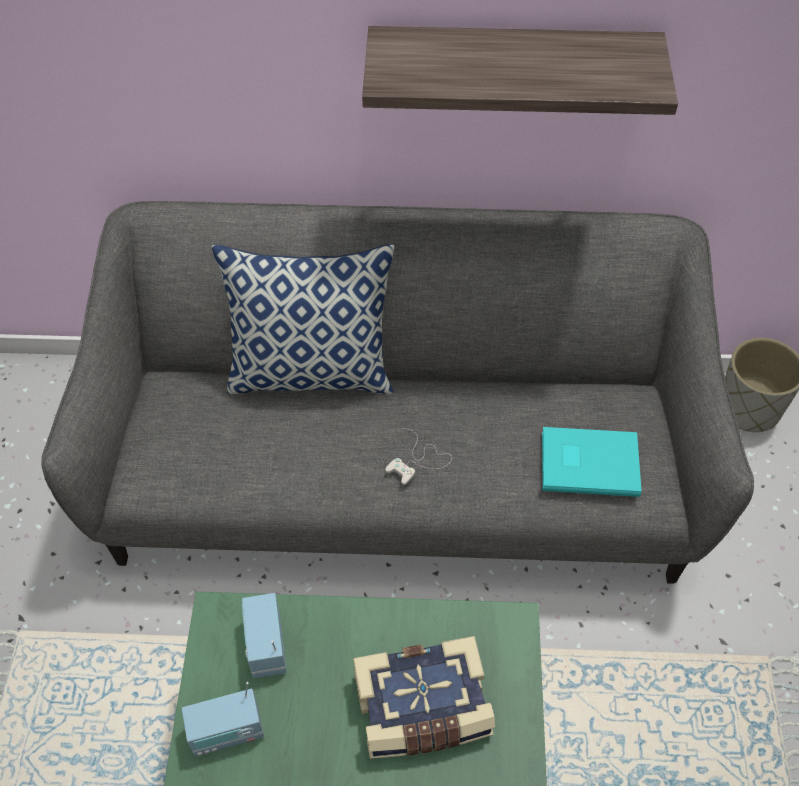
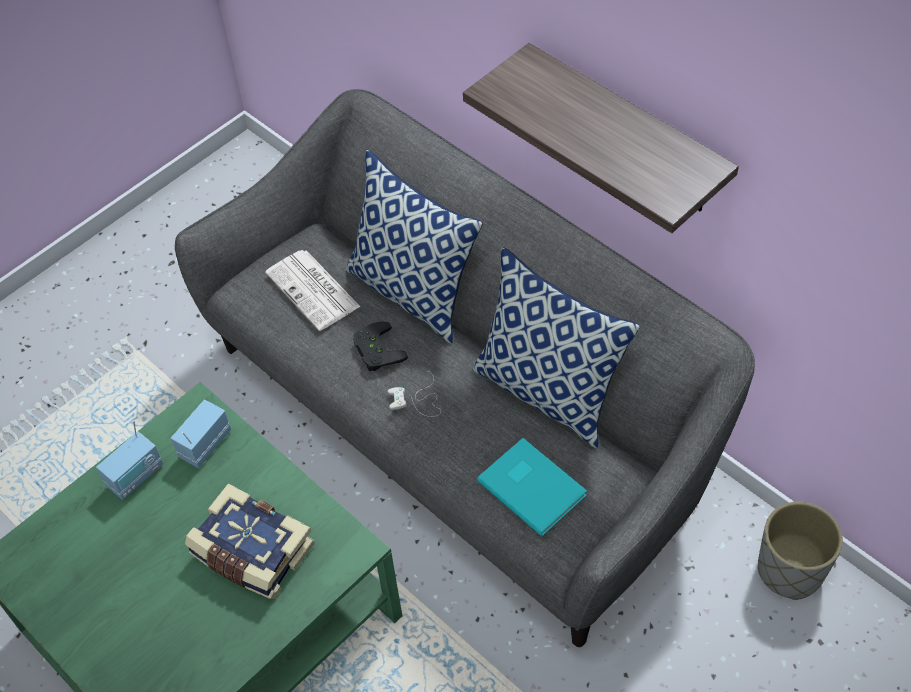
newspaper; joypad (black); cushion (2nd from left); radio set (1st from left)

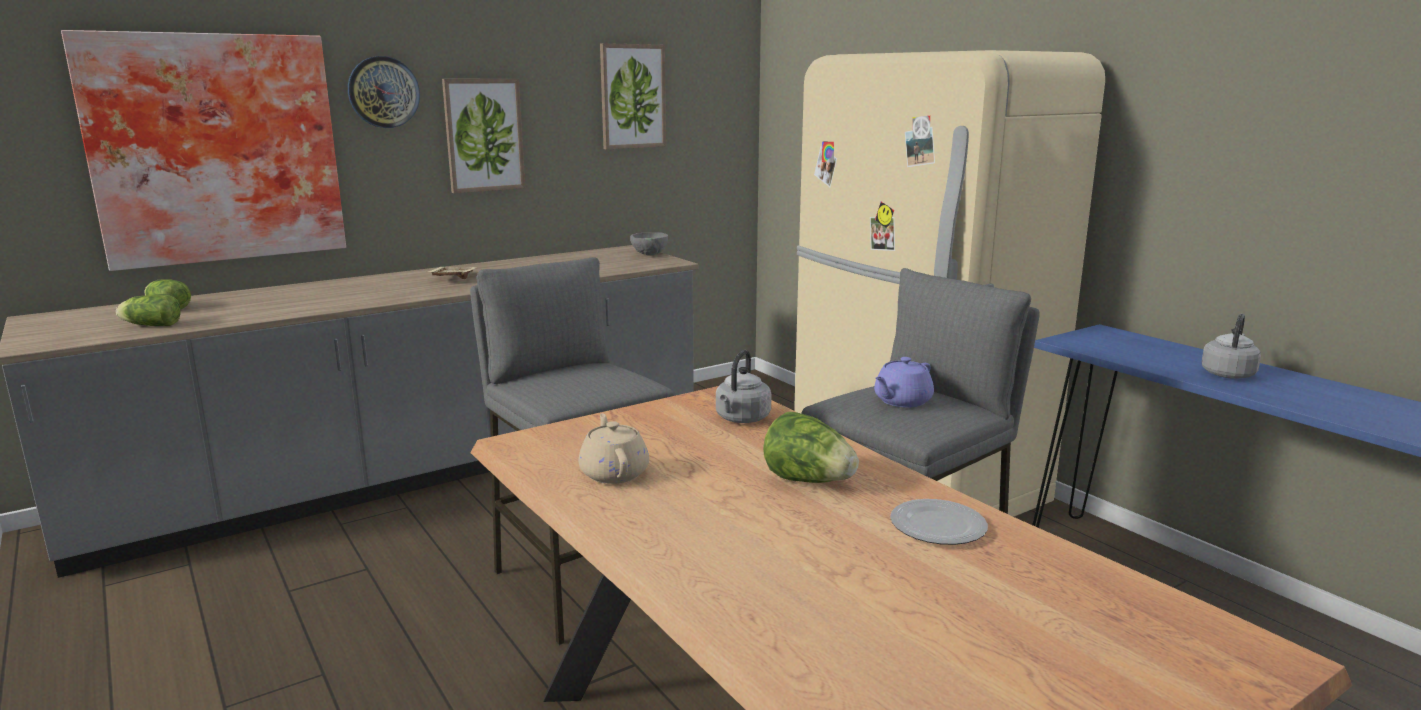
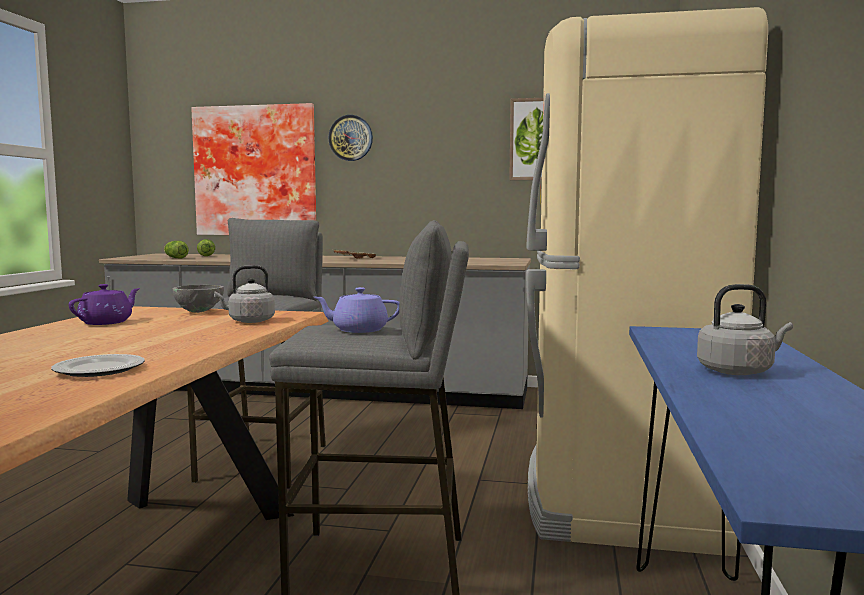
picture (2nd from left in the first image); head of lettuce (3rd from left in the first image); deep dish (gray); tea pot (purple) (1st from left)

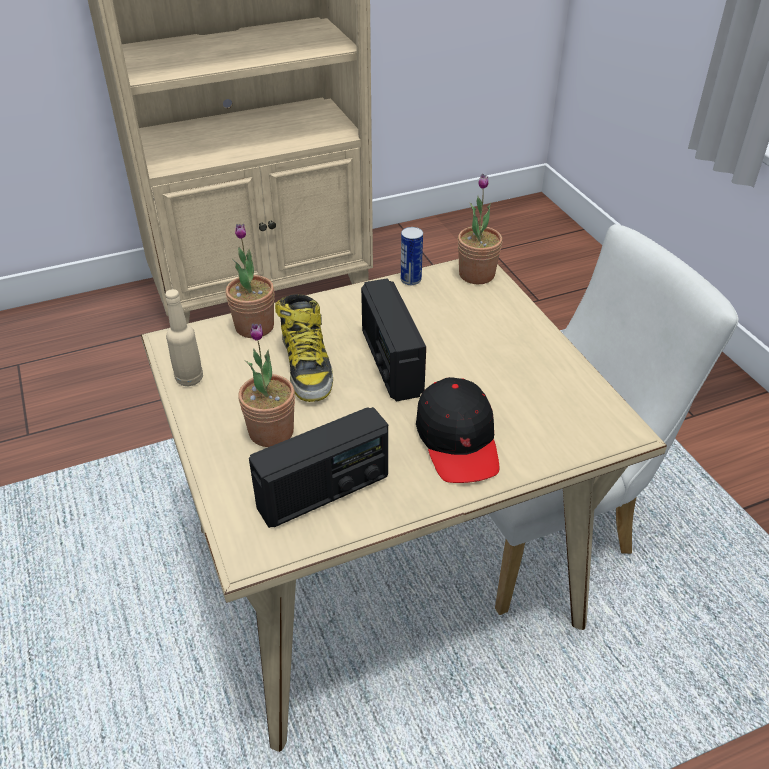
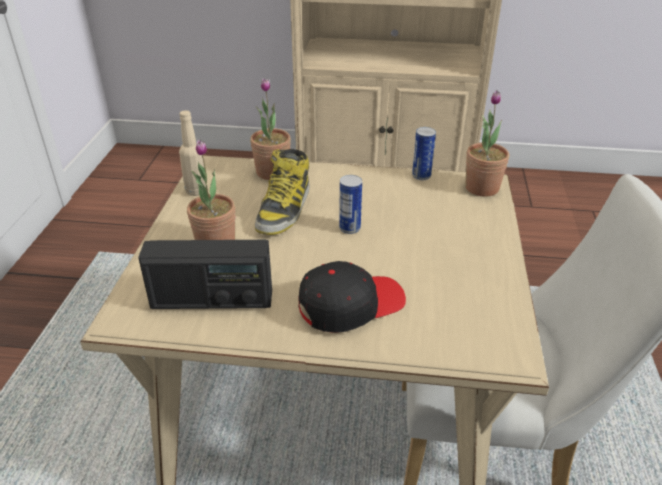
can (1st from left); peaked cap (black)

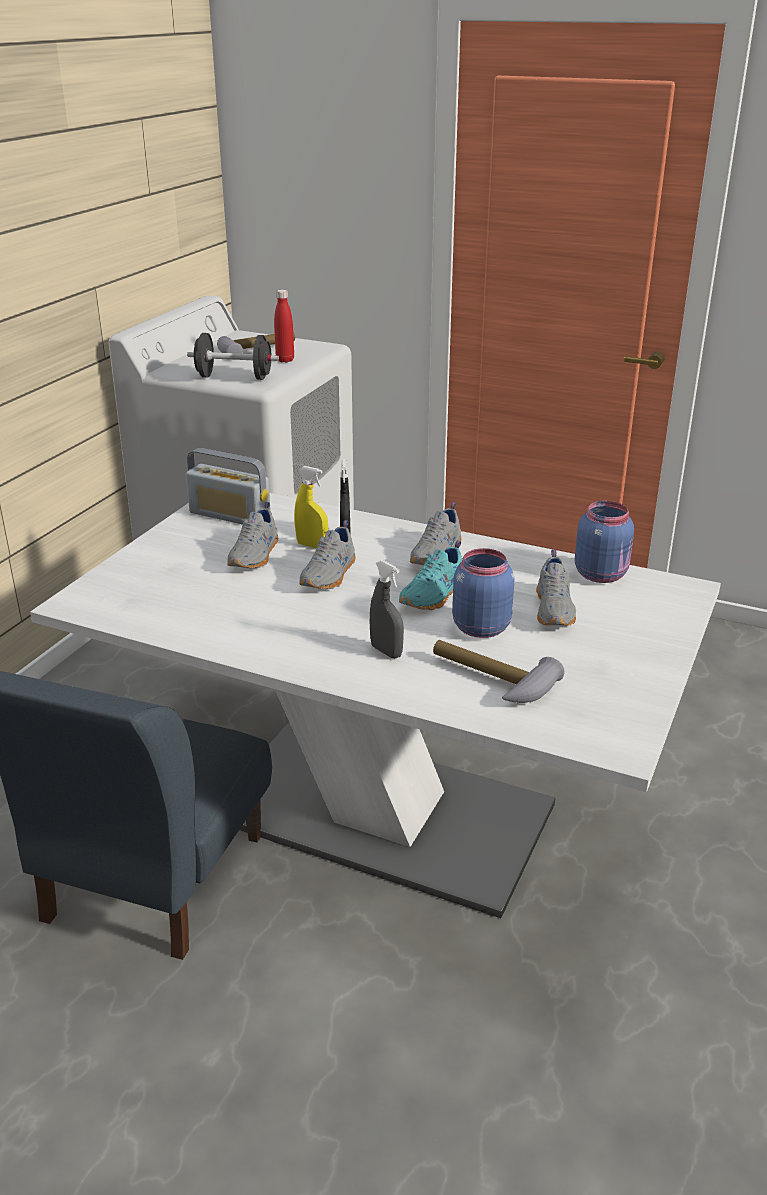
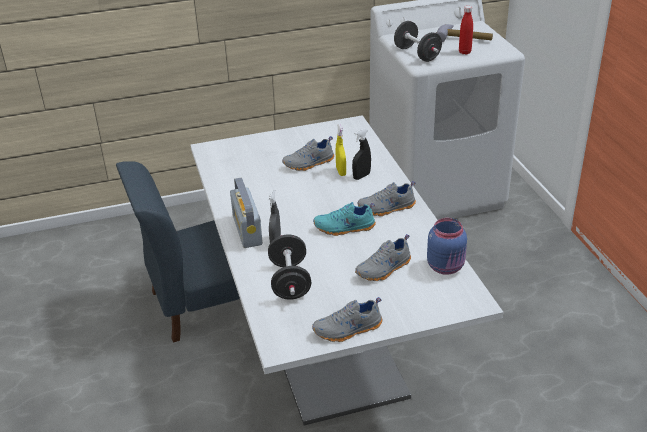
storage jar (bluish) (1st from left in the first image); radio set; item of footwear (gray) (2nd from left); free weight (black) (1st from left)

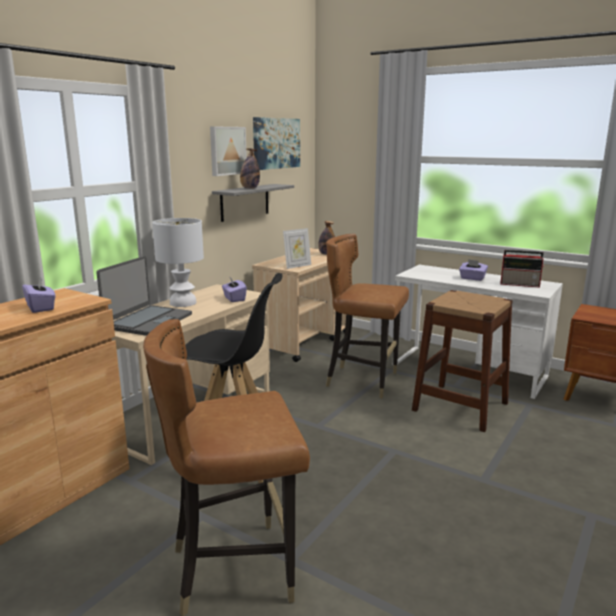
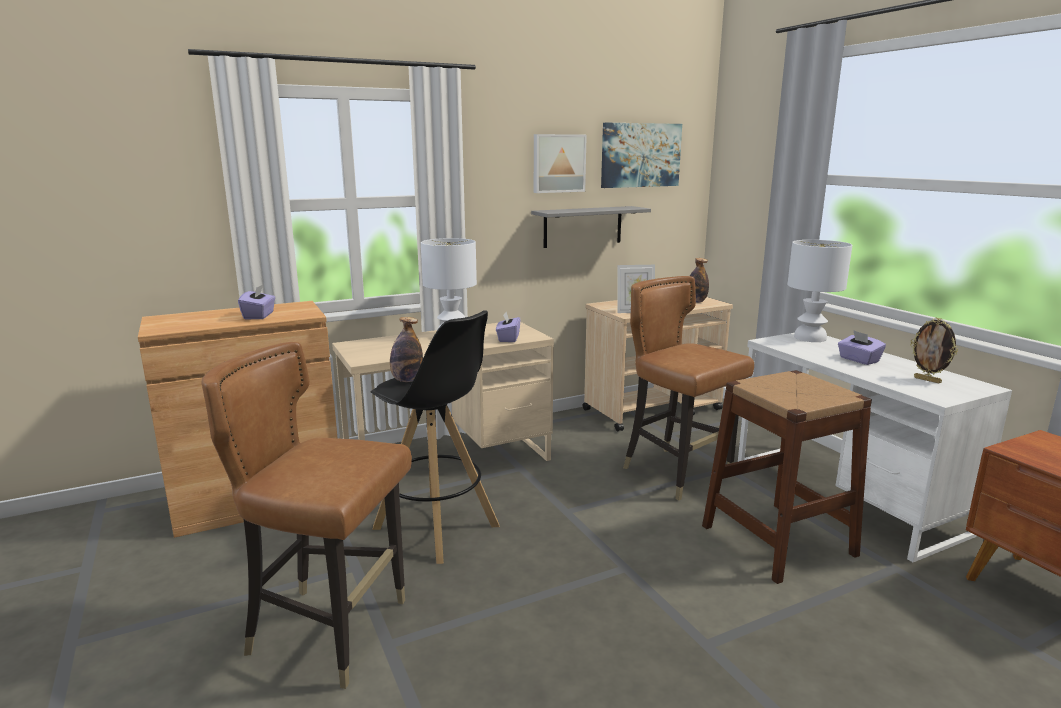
laptop; tabletop lamp (white) (2nd from left); drink bottle (1st from left); standing frame (2nd from left)

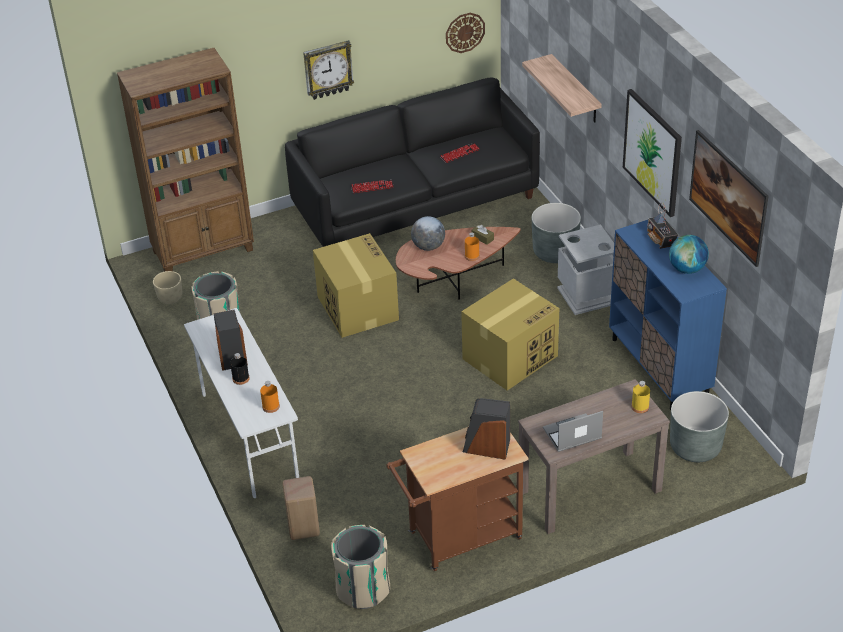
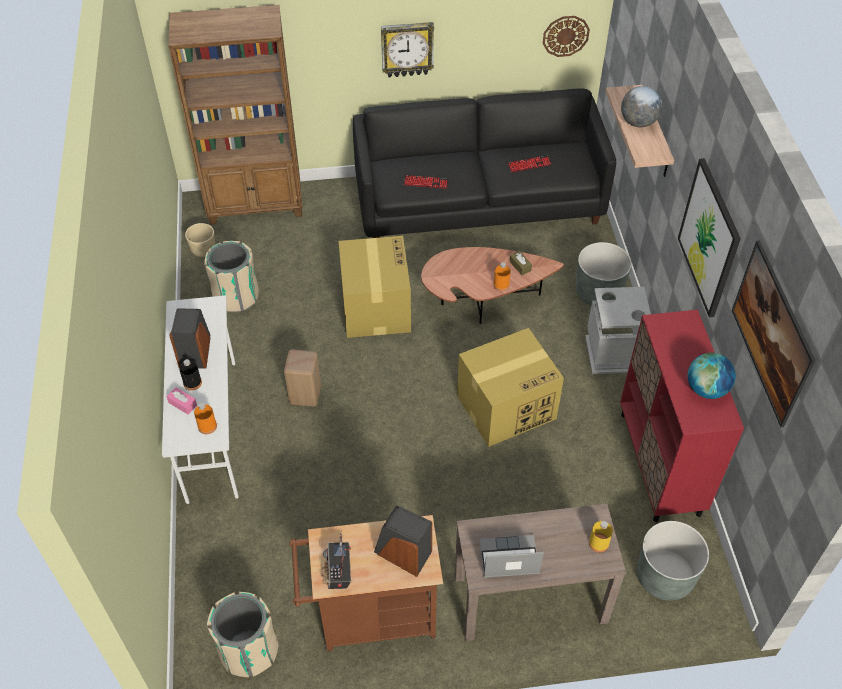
tissue holder (pink); stool (beige-coloured); world globe (1st from left); radio set; cupboard (red-coloured)

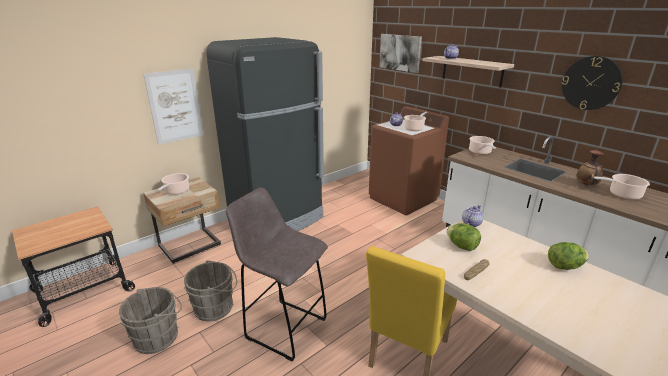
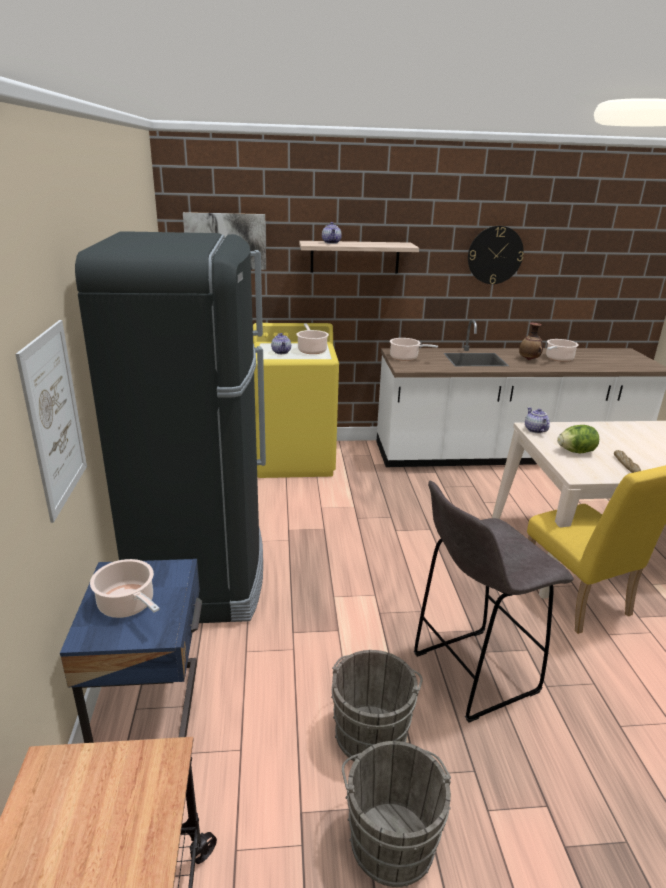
head of lettuce (2nd from left in the first image); nightstand (bluish); laundry appliance (yellowish)

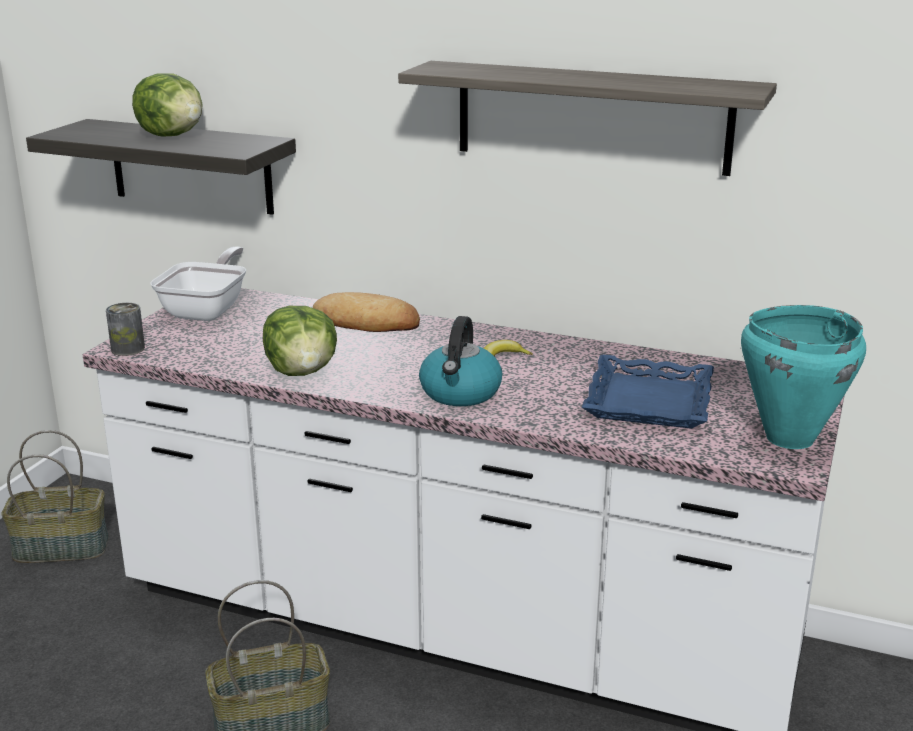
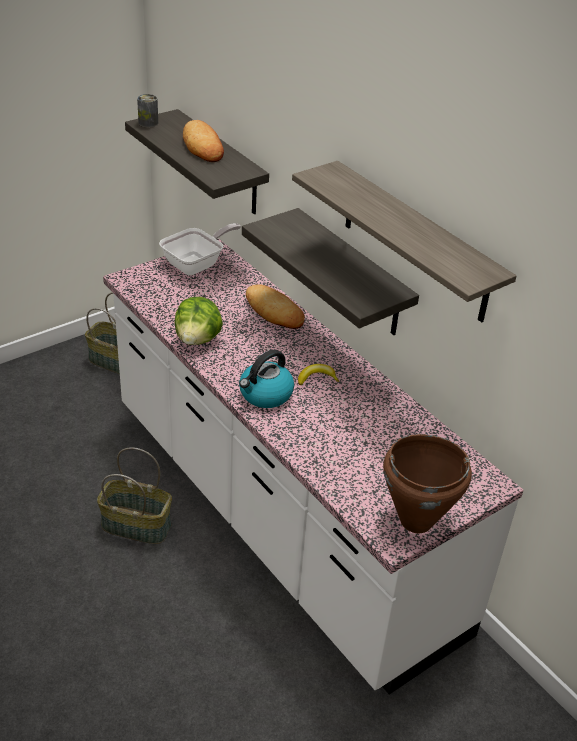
carrying tray (bluish); shelf (2nd from left); can; bakery bread (1st from left); saucepot (brown-coloured)

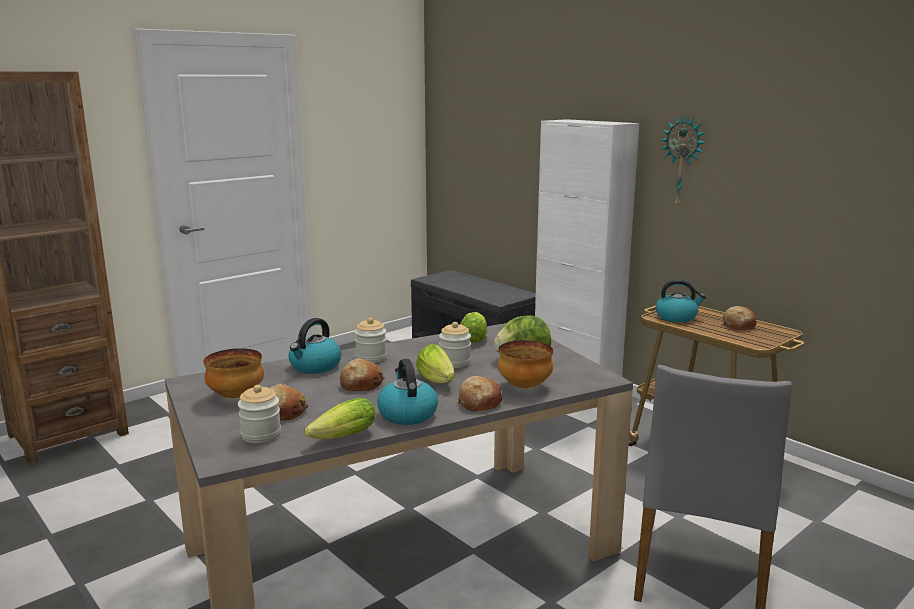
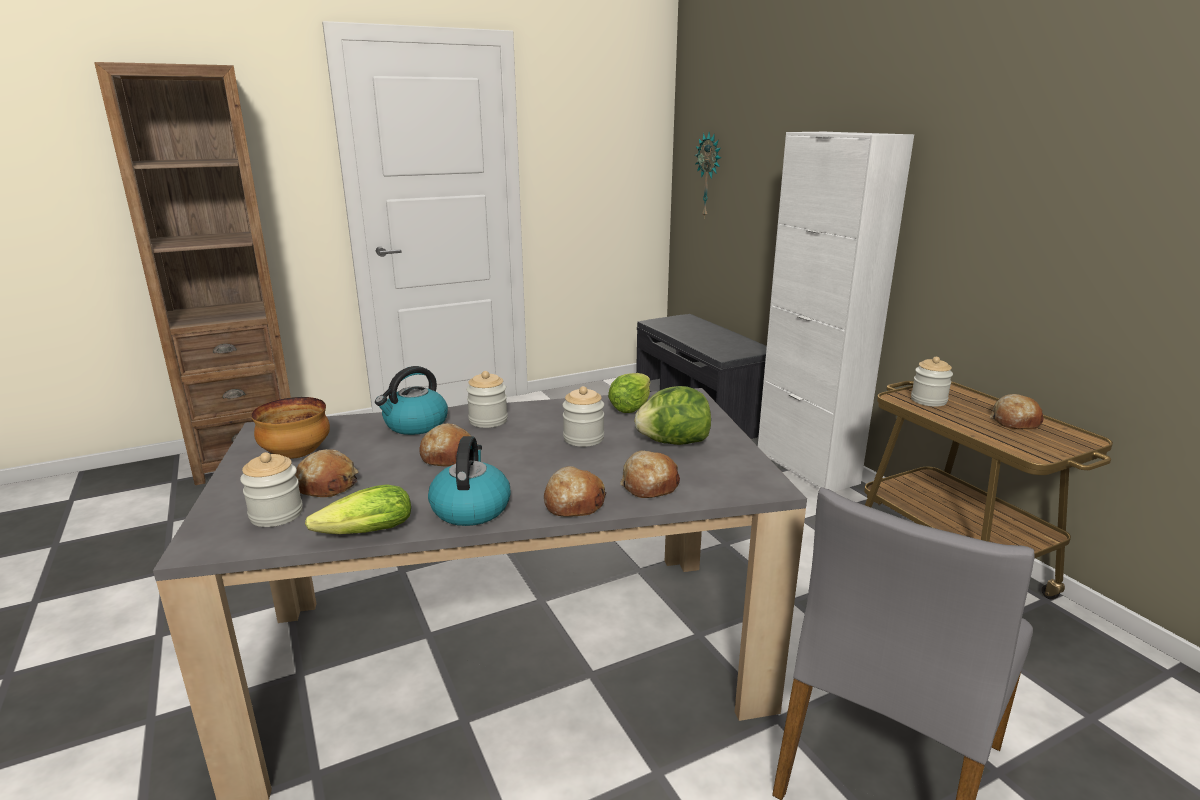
head of lettuce (2nd from left in the first image); clock on the wall; bakery bread (4th from left); storage jar (4th from left)

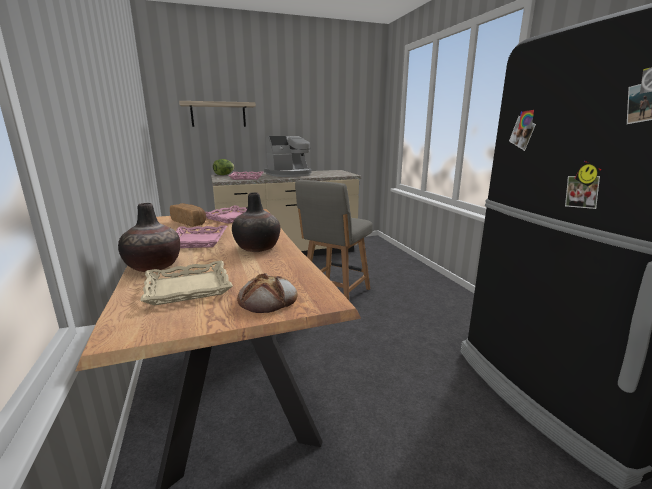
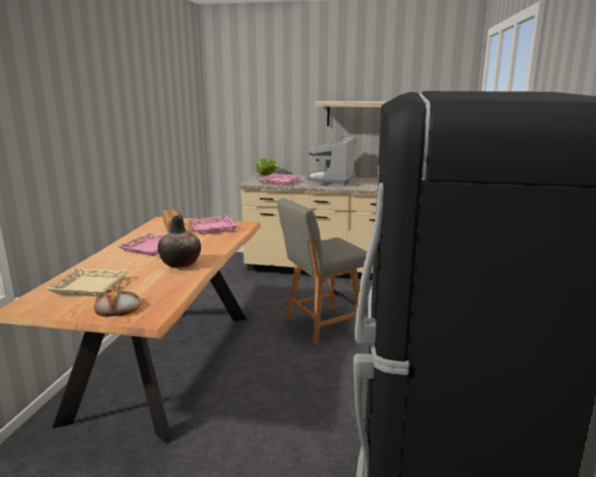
flower vase (1st from left in the first image); shelf; coffee machine

